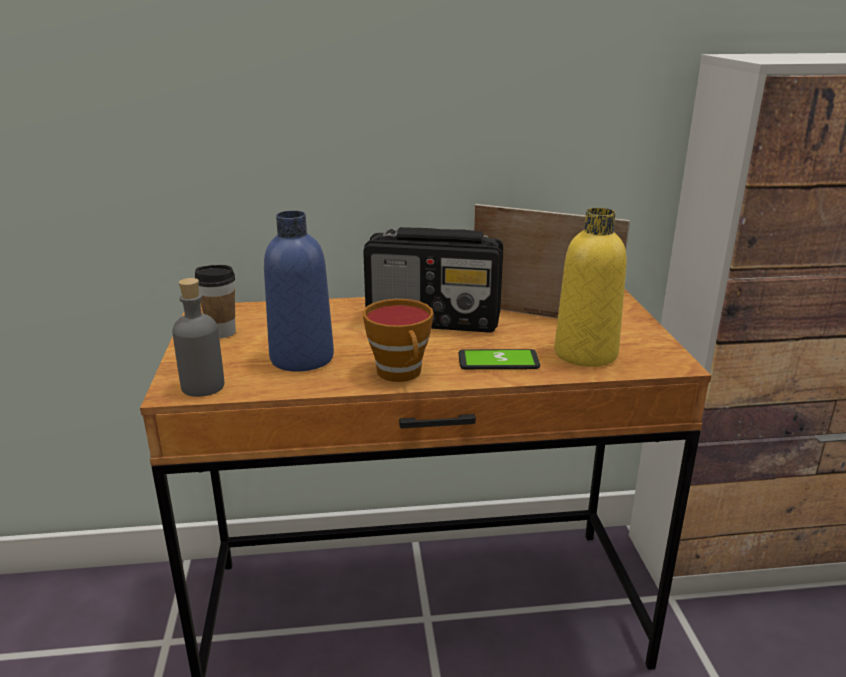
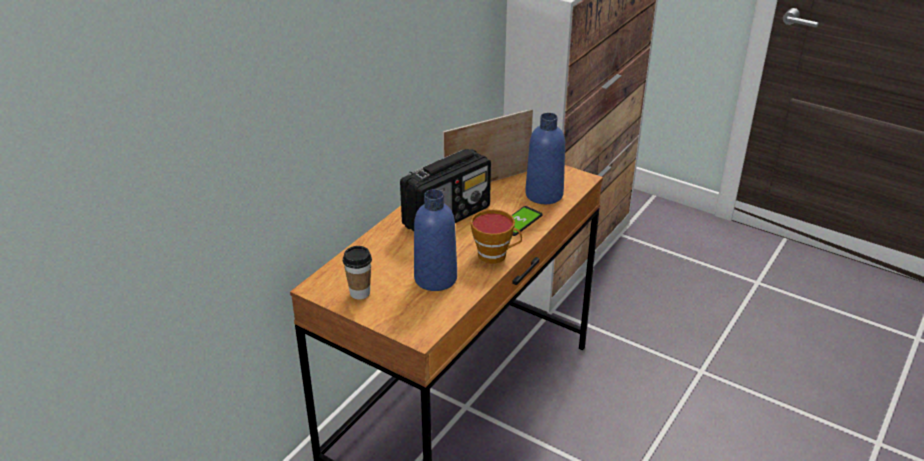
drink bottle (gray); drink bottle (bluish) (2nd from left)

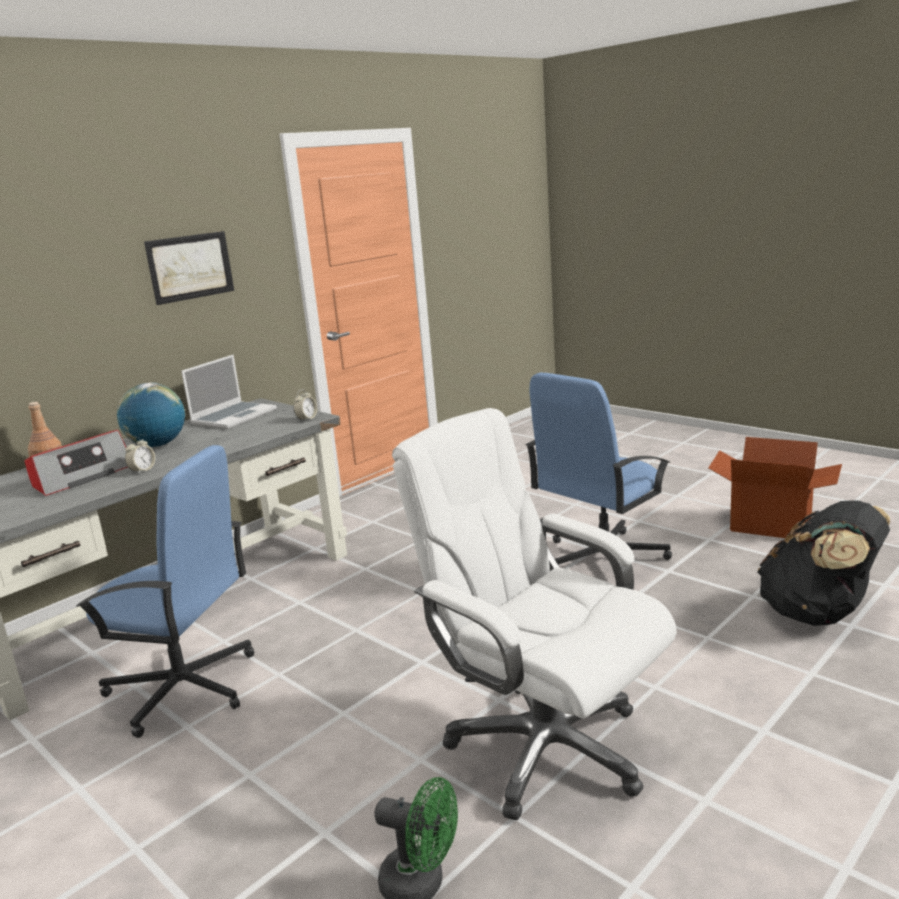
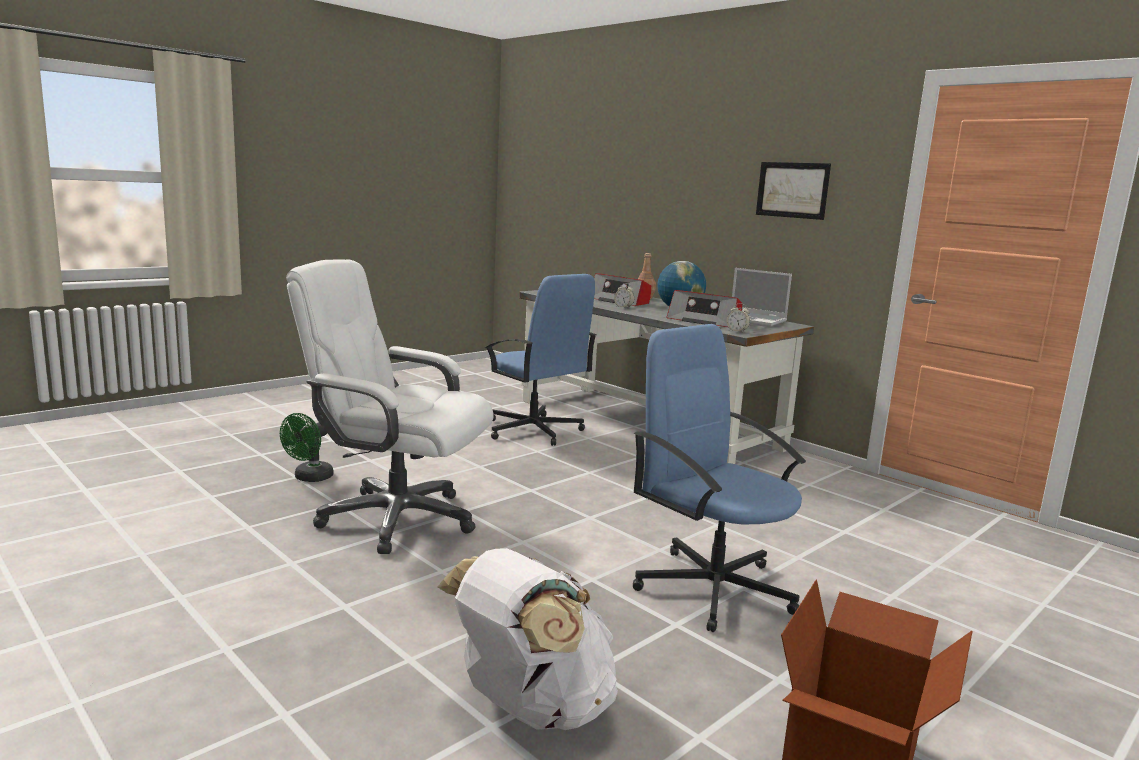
radio set (2nd from left); knapsack (white); computer chair (bluish) (1st from left); computer chair (white)

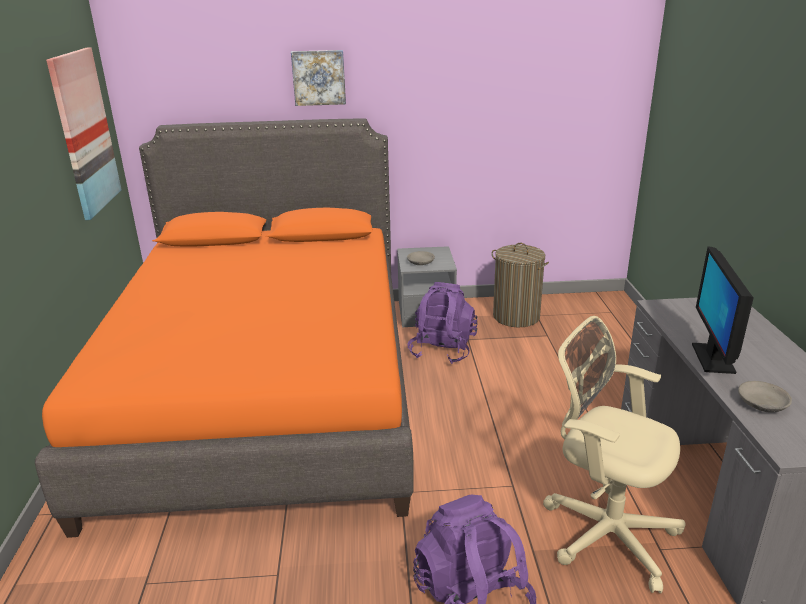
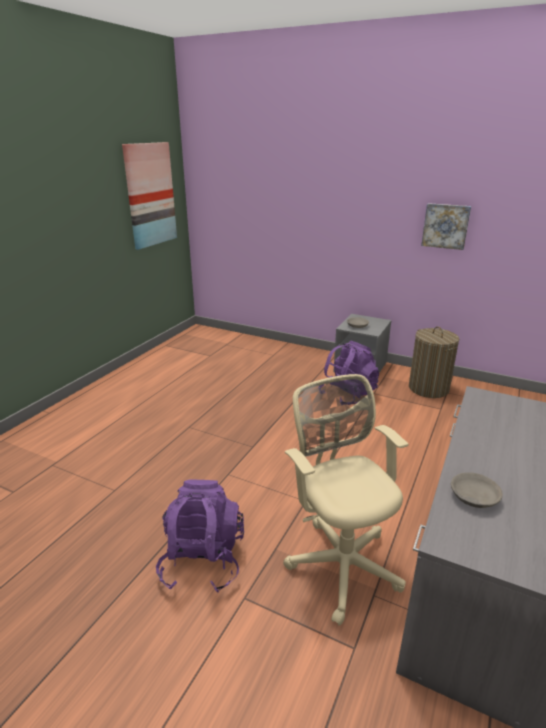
bedroom bed (orange-coloured); computer display; picture (2nd from left)

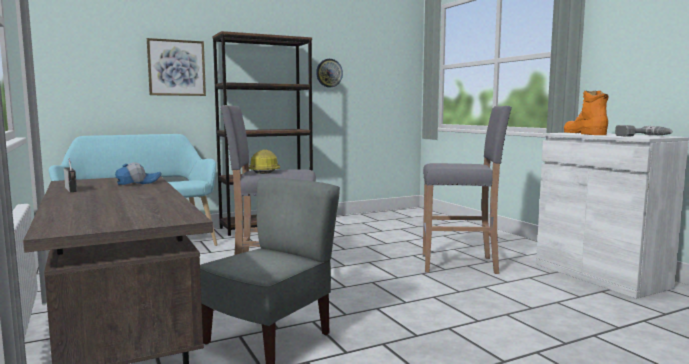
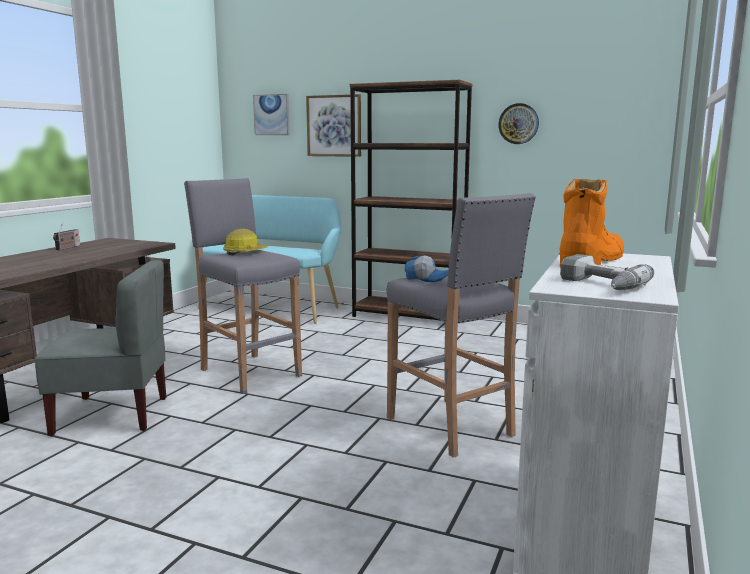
picture (1st from left); peaked cap

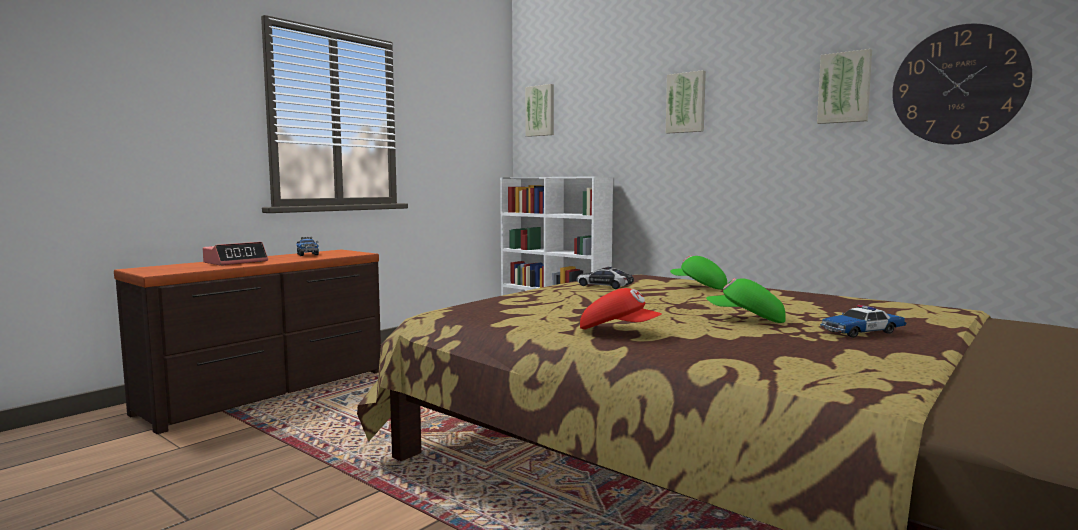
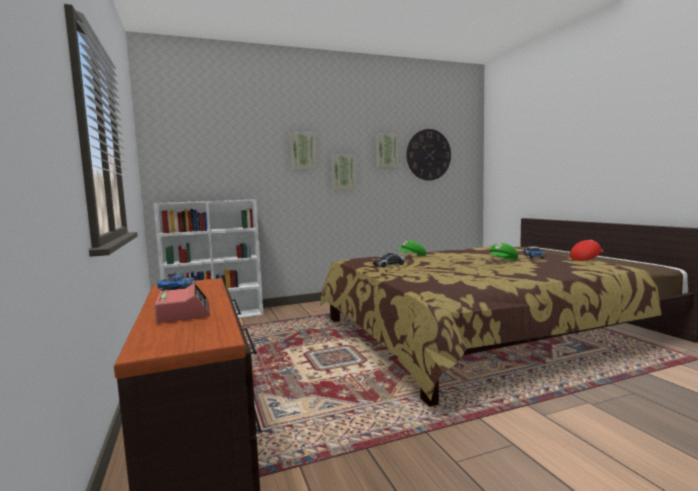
picture (2nd from left); peaked cap (red-coloured)

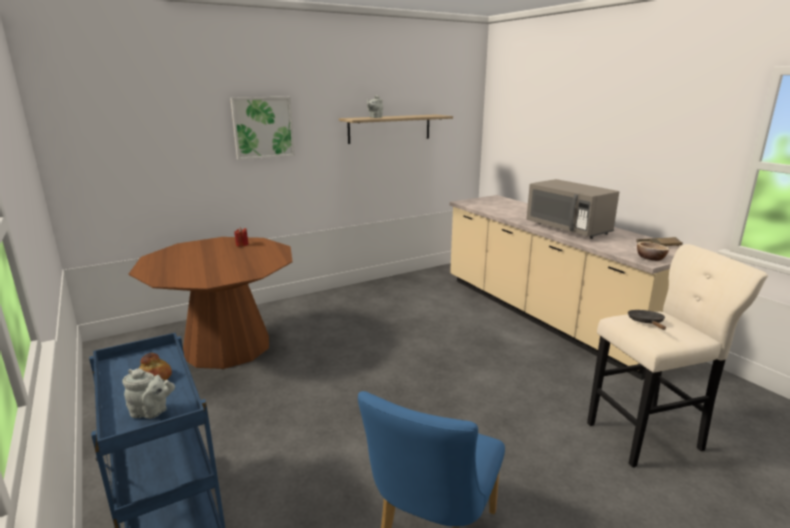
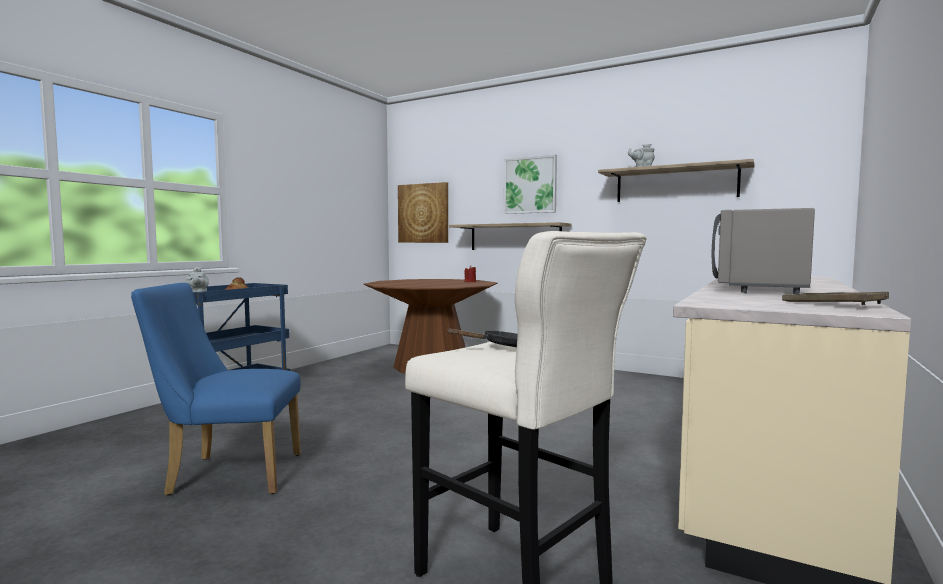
deep dish; picture (1st from left); shelf (1st from left)

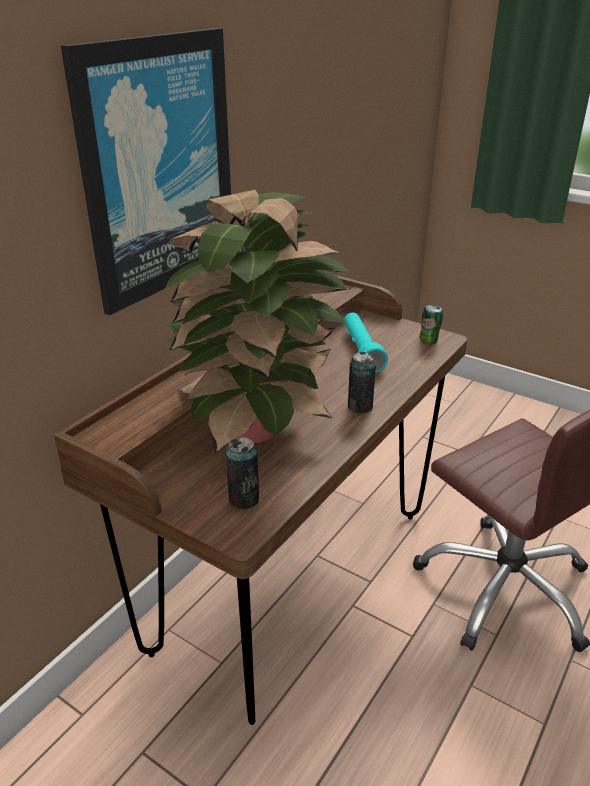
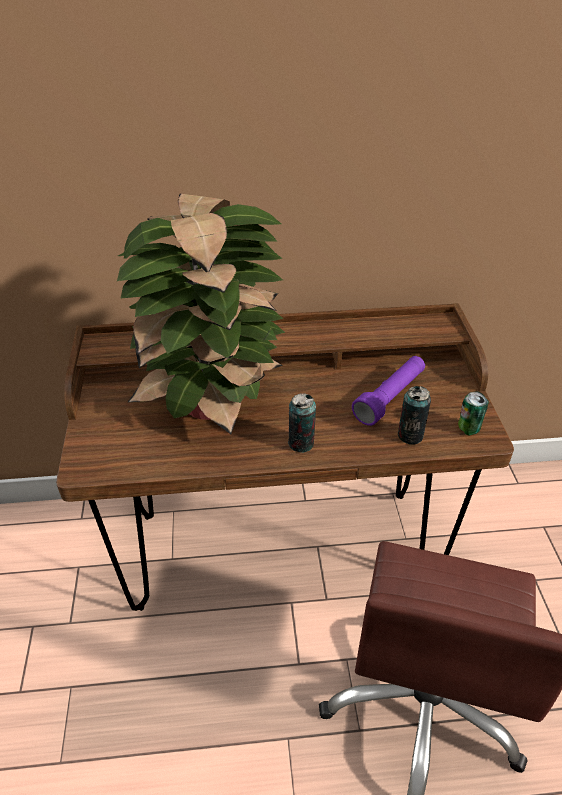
picture; can (2nd from left); torch (purple)

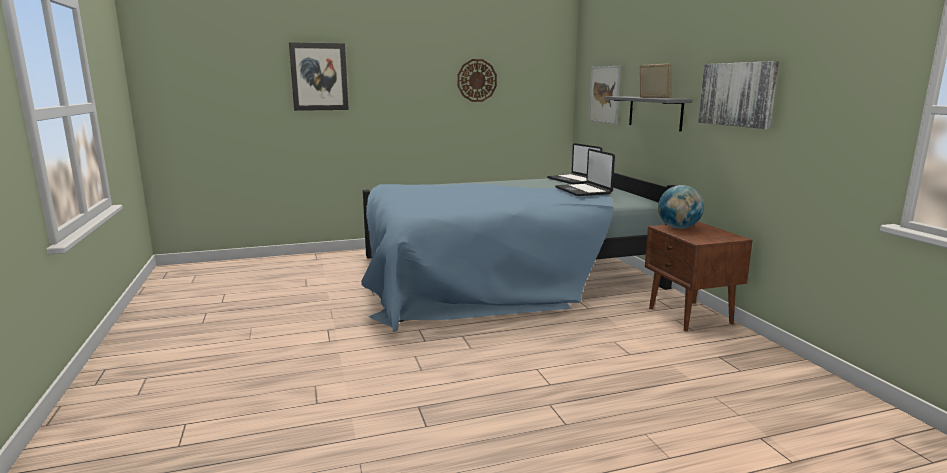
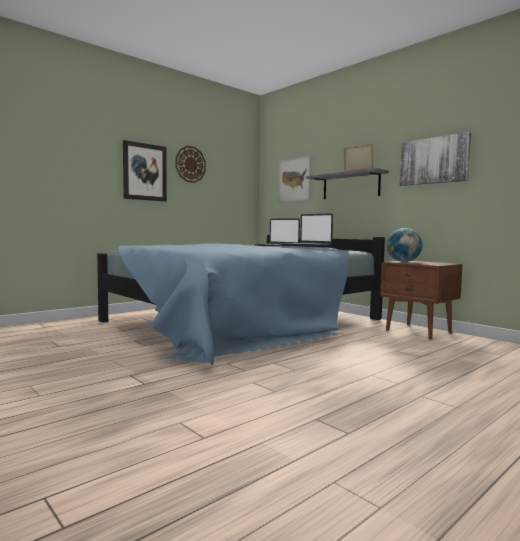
picture (1st from left)

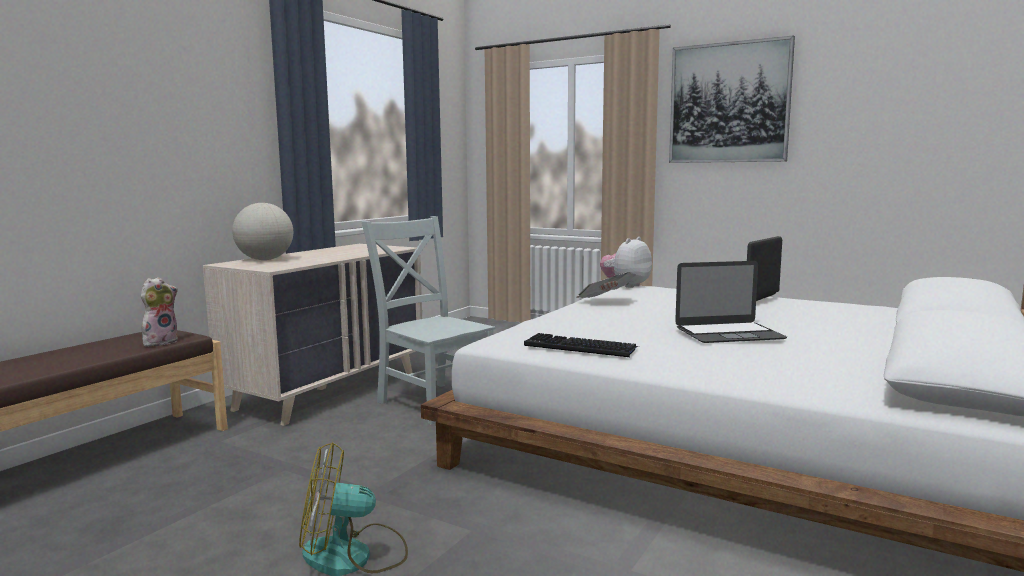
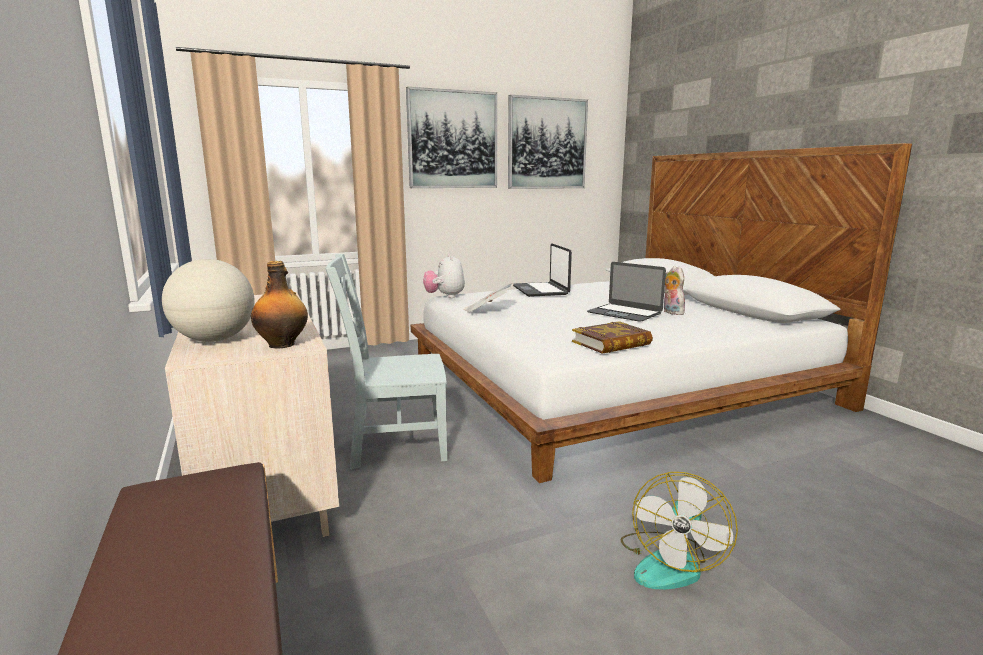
drink bottle; picture (2nd from left); soft toy (2nd from left); book; laptop (2nd from left)

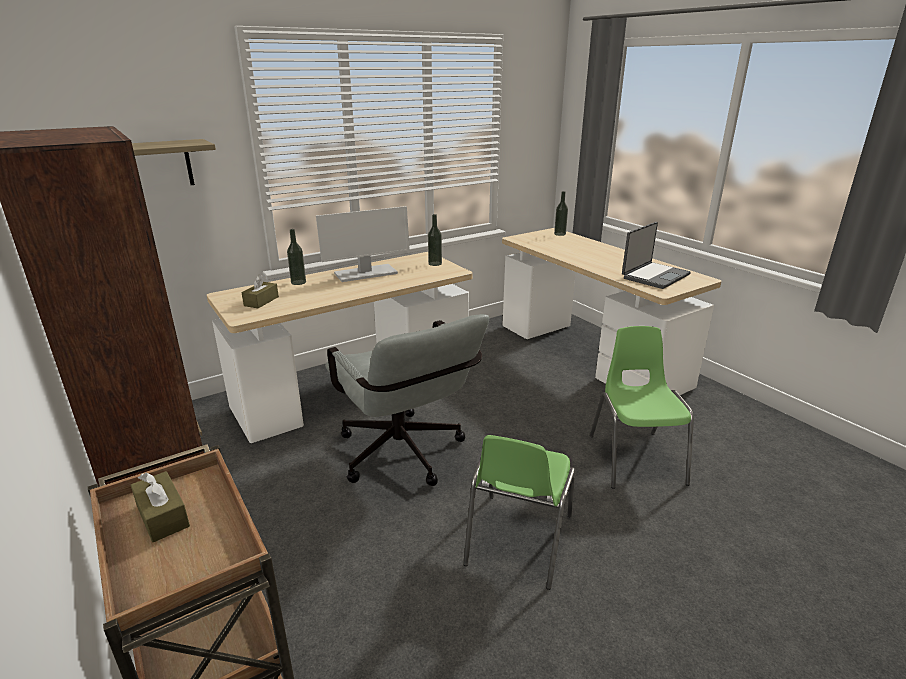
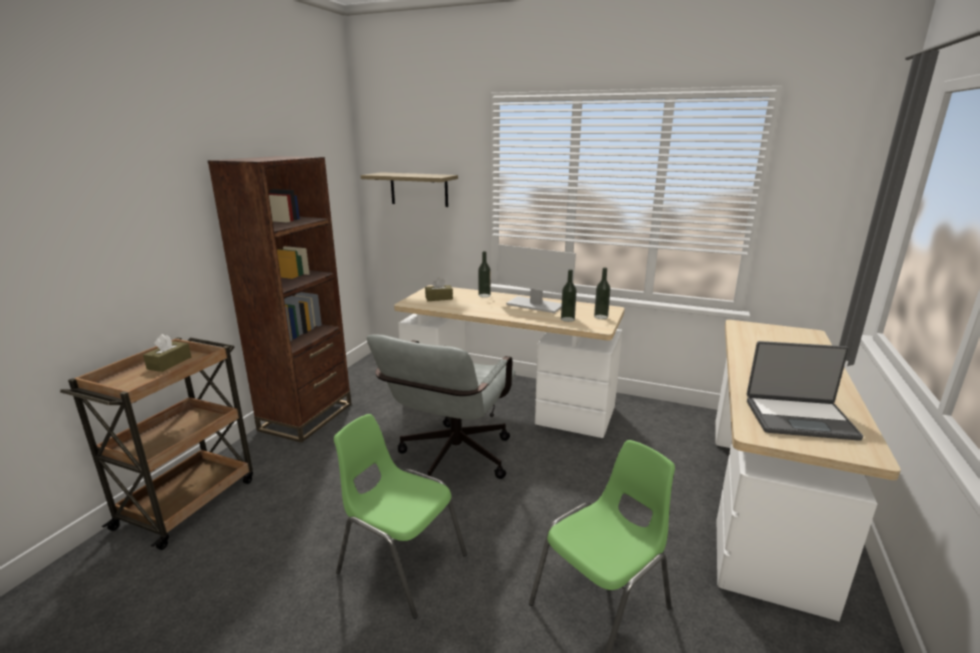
drink bottle (2nd from left); plain chair (green-coloured) (1st from left)

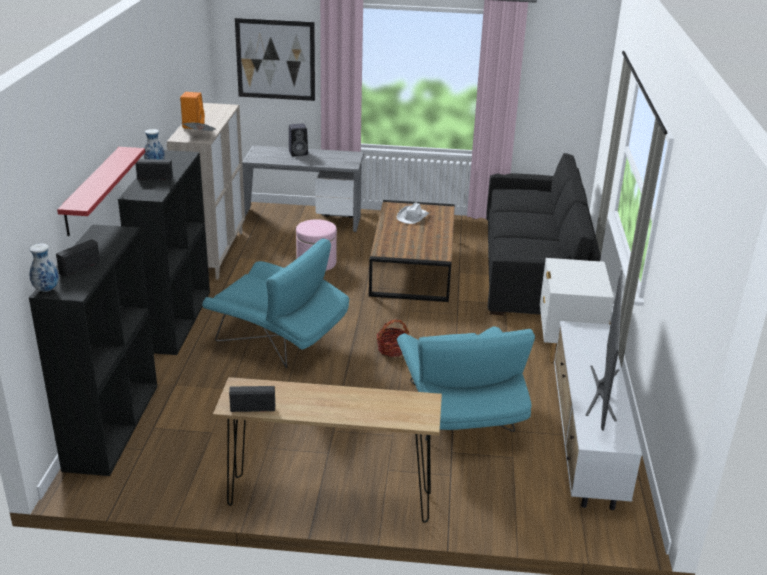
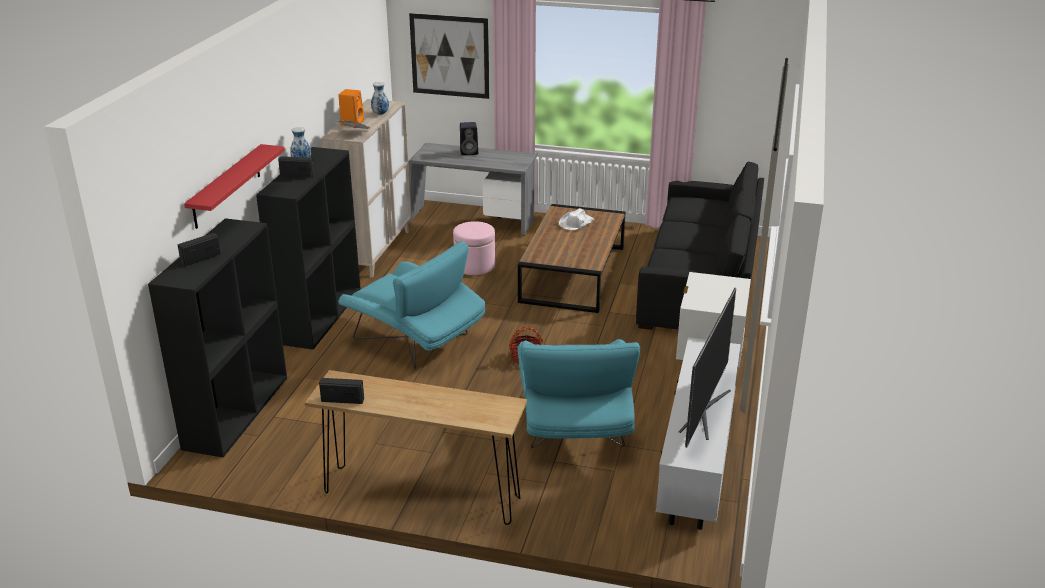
flower vase (2nd from left)

